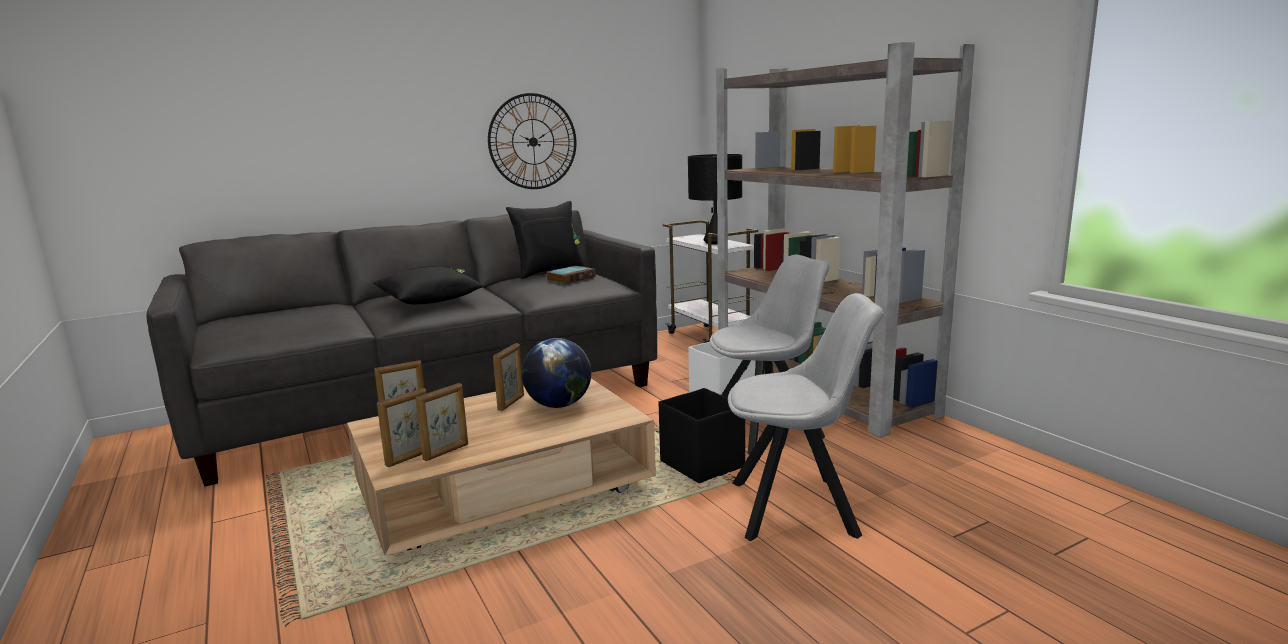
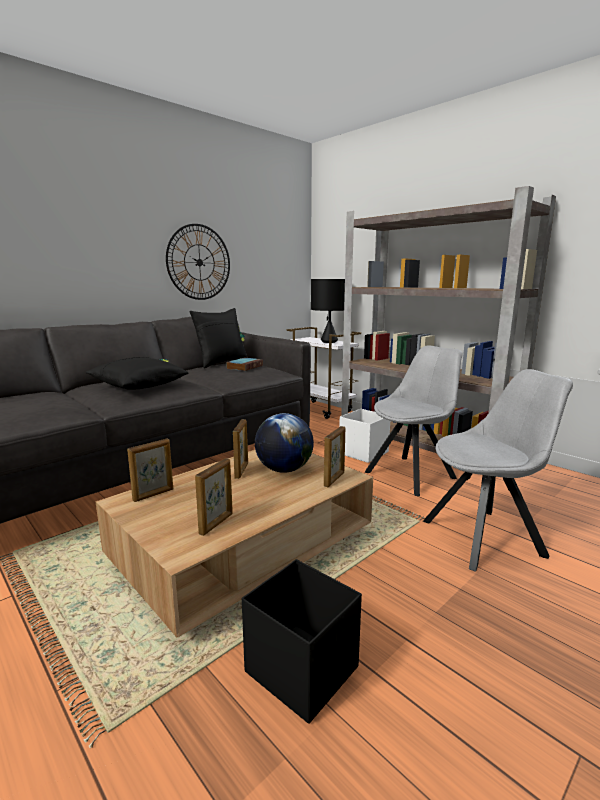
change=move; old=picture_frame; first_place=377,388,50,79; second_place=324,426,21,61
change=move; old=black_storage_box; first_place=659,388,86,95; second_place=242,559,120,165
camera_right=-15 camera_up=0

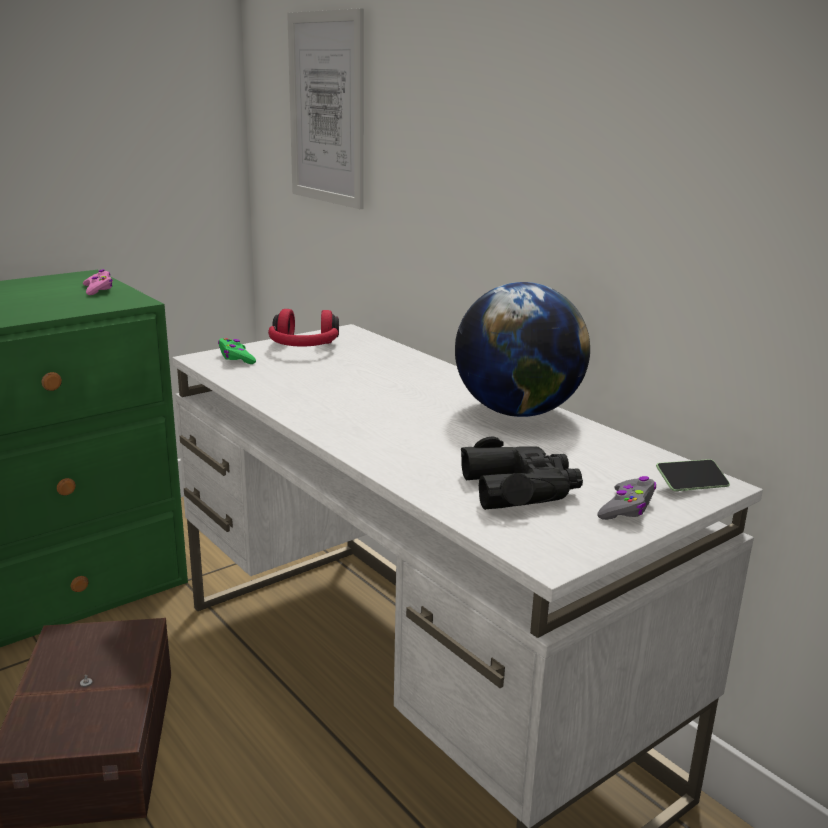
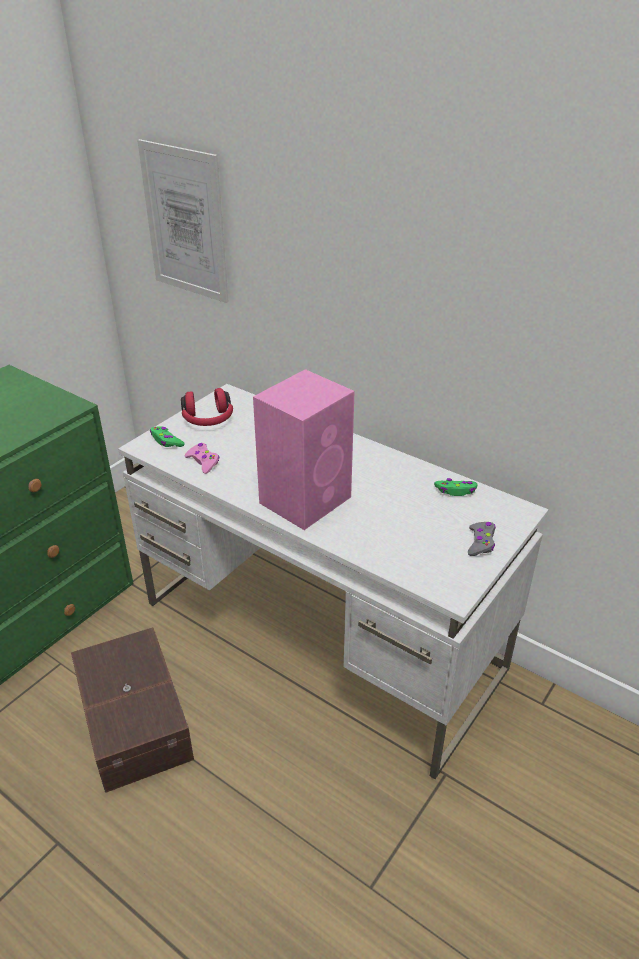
change=delete; old=globe; first_place=455,282,135,135
change=delete; old=black_binoculars; first_place=461,437,122,73
change=delete; old=phone; first_place=656,459,74,32
change=insert; new=pink_speaker; second_place=253,369,102,161
change=insert; new=green_game_controller; second_place=434,478,43,18
change=move; old=pink_game_controller; first_place=83,269,30,26; second_place=184,443,35,31
camera_right=-15 camera_up=15

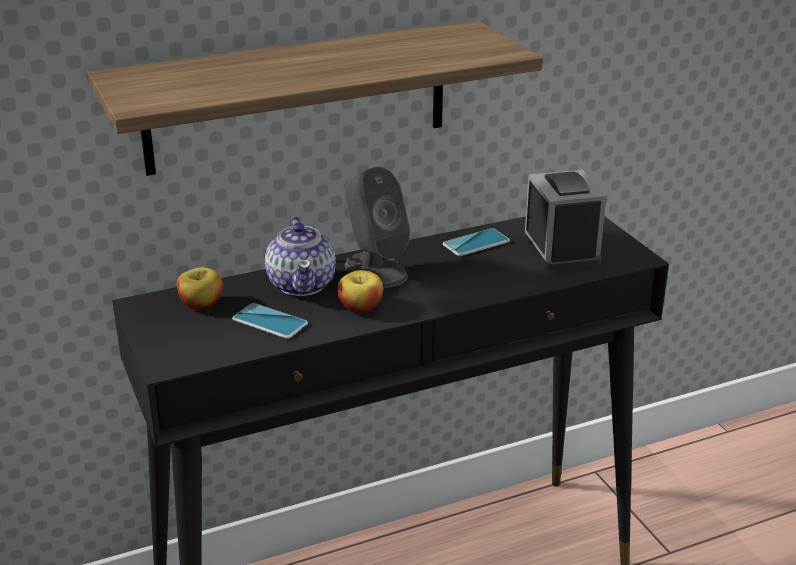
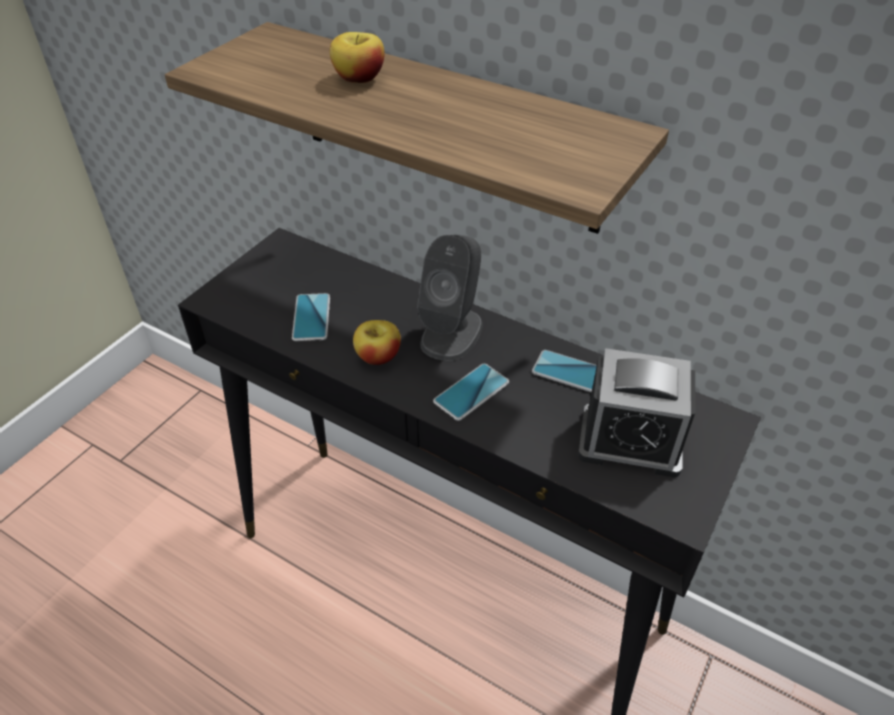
change=delete; old=teapot; first_place=265,217,71,79
change=insert; new=phone; second_place=433,364,76,57
change=move; old=apple; first_place=177,267,46,43; second_place=330,32,55,51
change=rotate; old=alarm_clock; first_place=523,170,84,100; second_place=578,348,118,130; degrees=60
camera_right=55 camera_up=15

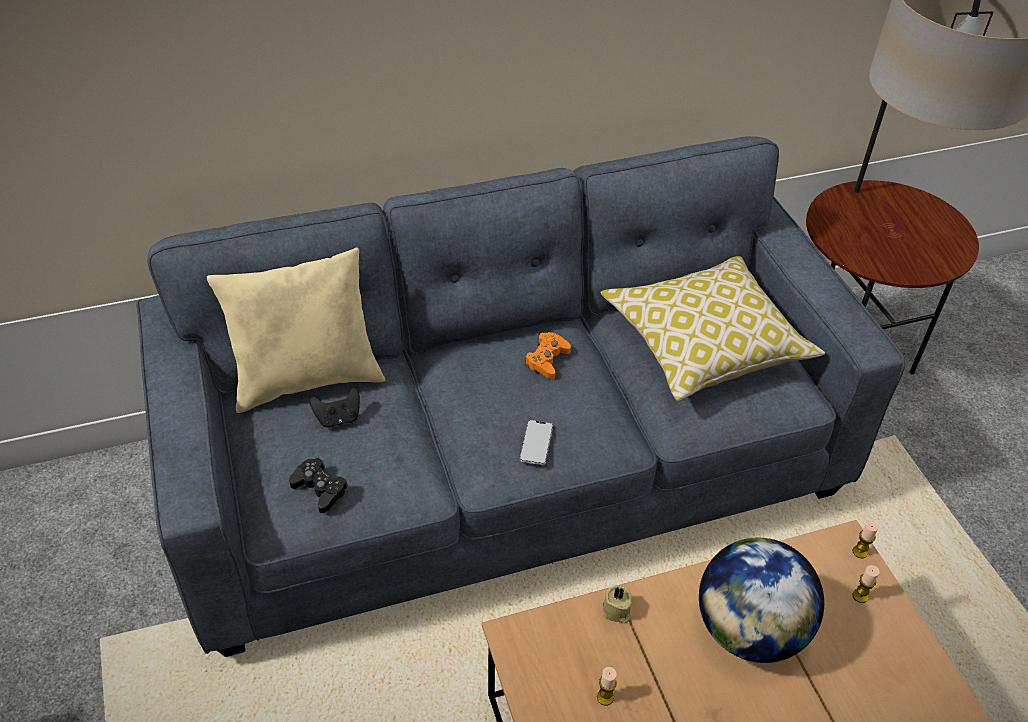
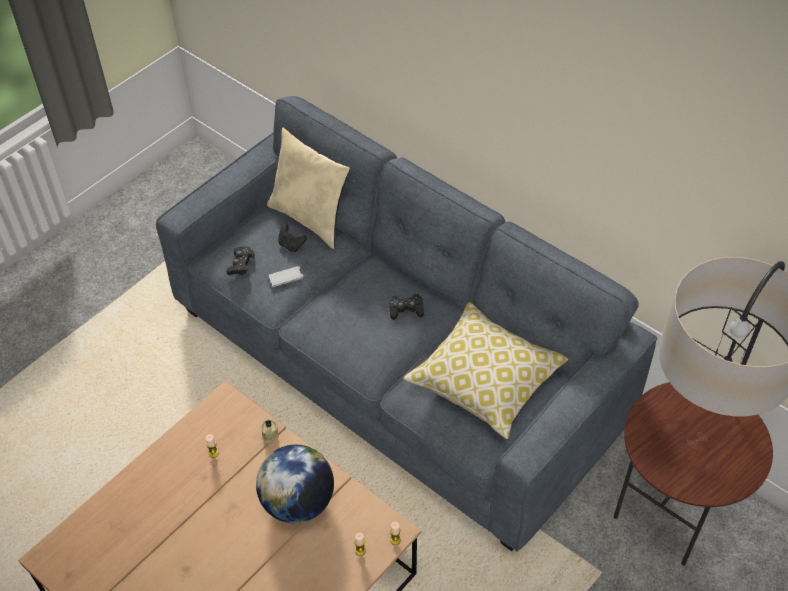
change=move; old=phone; first_place=520,420,33,45; second_place=268,266,36,21
change=recolor; old=orange_game_controller; new=black_game_controller; first_place=525,332,46,48; second_place=389,294,35,26
camera_right=60 camera_up=5

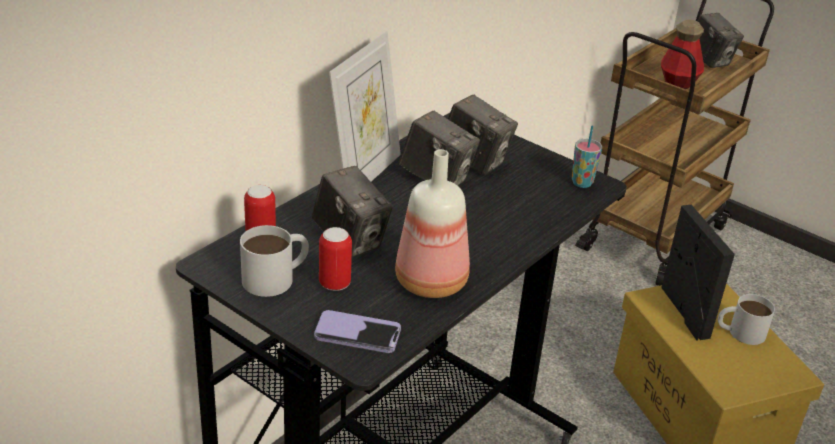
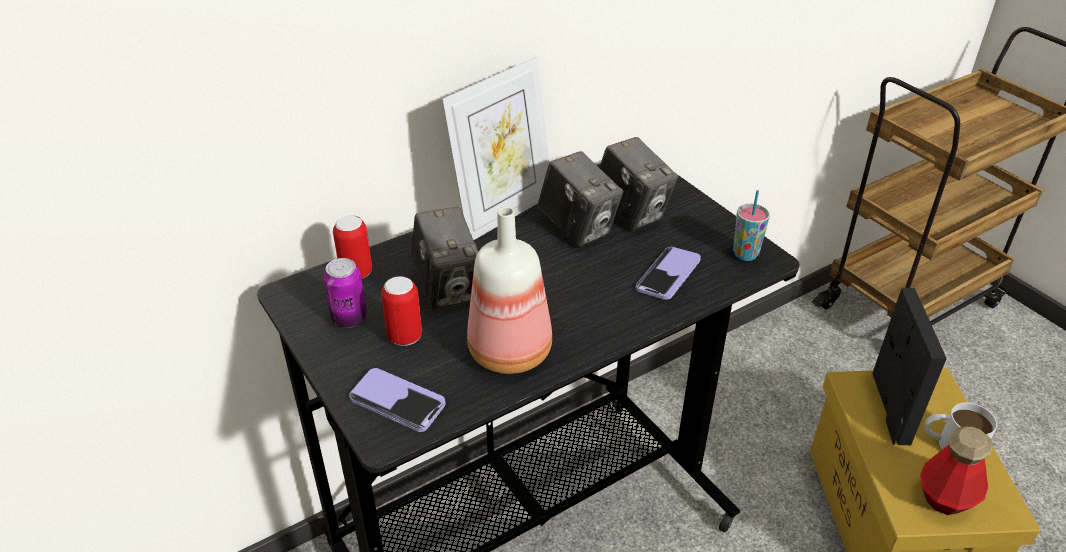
change=delete; old=photo_camera; first_place=697,13,47,55
change=insert; new=phone; second_place=636,247,65,53
change=move; old=bottle; first_place=661,19,43,70; second_place=920,426,73,89
change=replace; old=white_mug; new=can; first_place=240,225,69,72; second_place=323,258,44,70
camera_right=20 camera_up=5

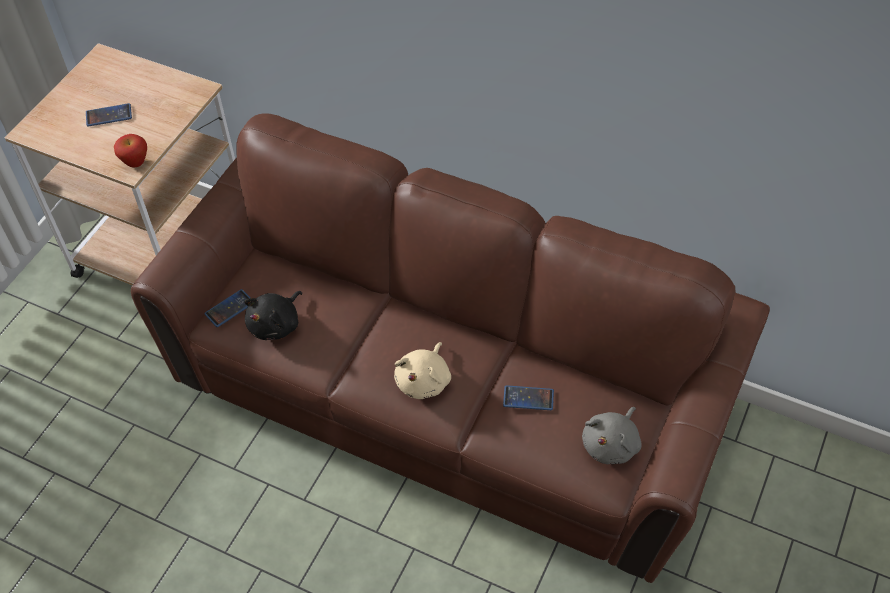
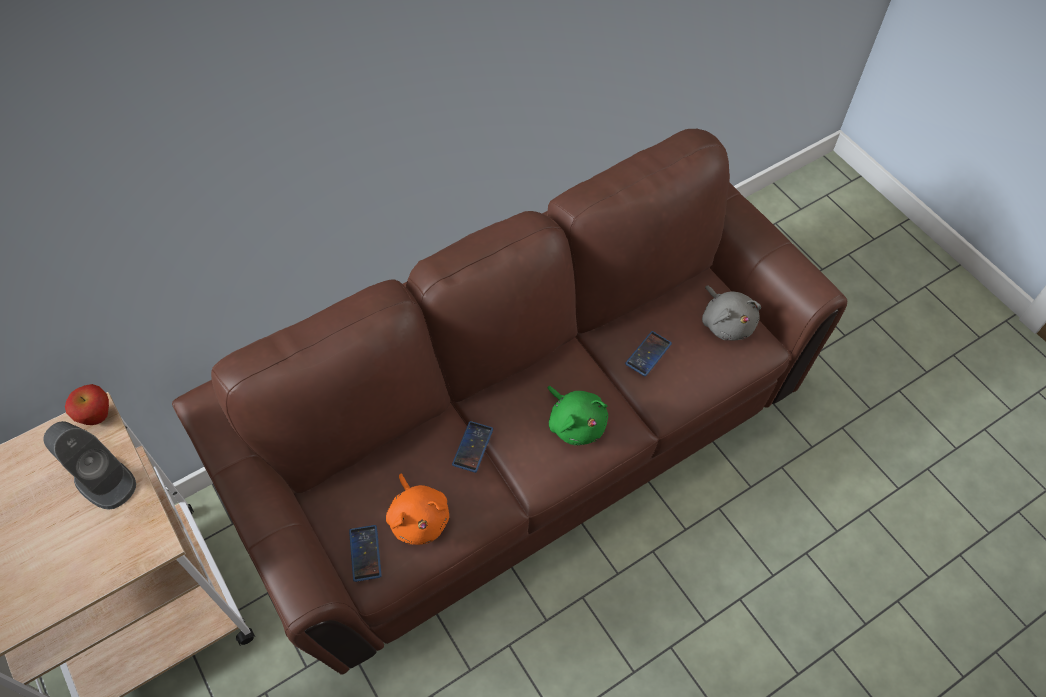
change=insert; new=grey_speaker; second_place=43,421,93,88
change=move; old=phone; first_place=86,103,46,24; second_place=452,421,41,52
change=move; old=apple; first_place=114,134,33,33; second_place=65,384,44,41
change=recolor; old=black_plush_toy; new=orange_plush_toy; first_place=244,291,58,49; second_place=386,473,63,72
change=recolor; old=beige_plush_toy; new=green_plush_toy; first_place=394,342,57,57; second_place=547,386,61,60
camera_right=-60 camera_up=5

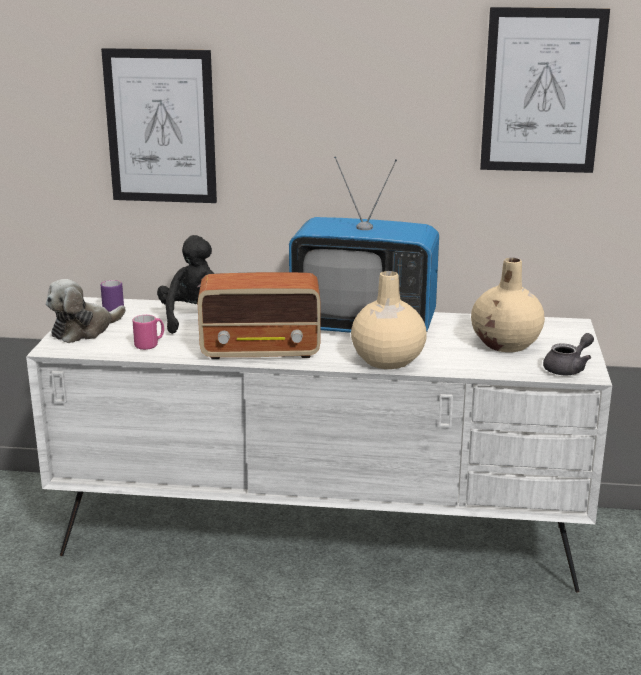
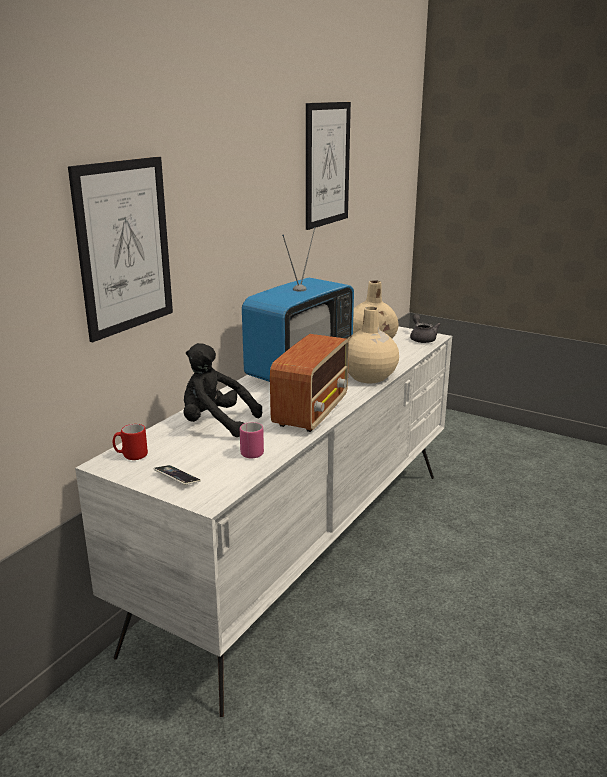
change=replace; old=plush_toy; new=phone; first_place=46,279,80,64; second_place=154,465,47,20
change=recolor; old=purple_mug; new=red_mug; first_place=101,280,23,32; second_place=113,424,35,36
camera_right=-65 camera_up=0

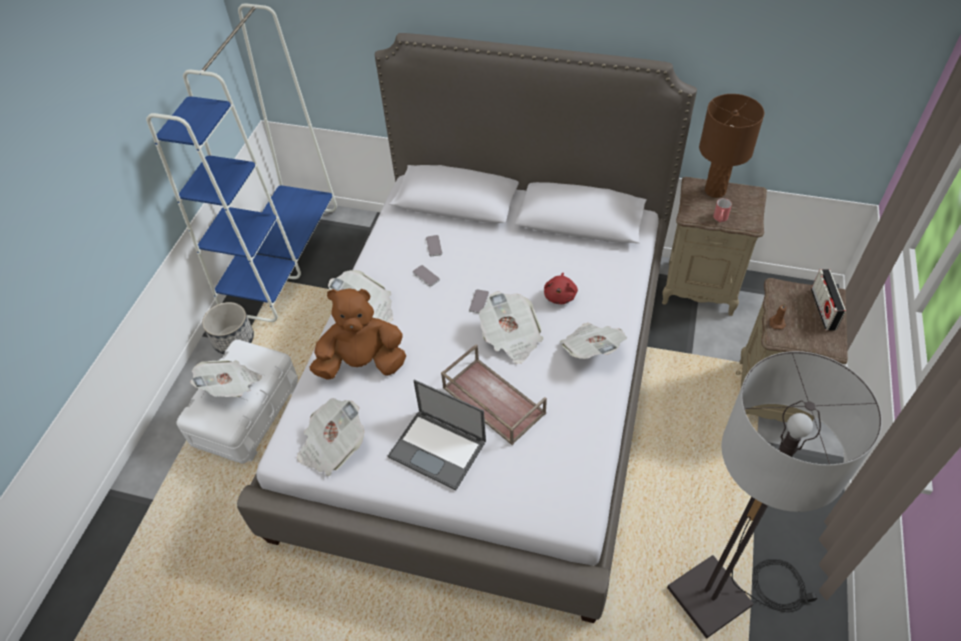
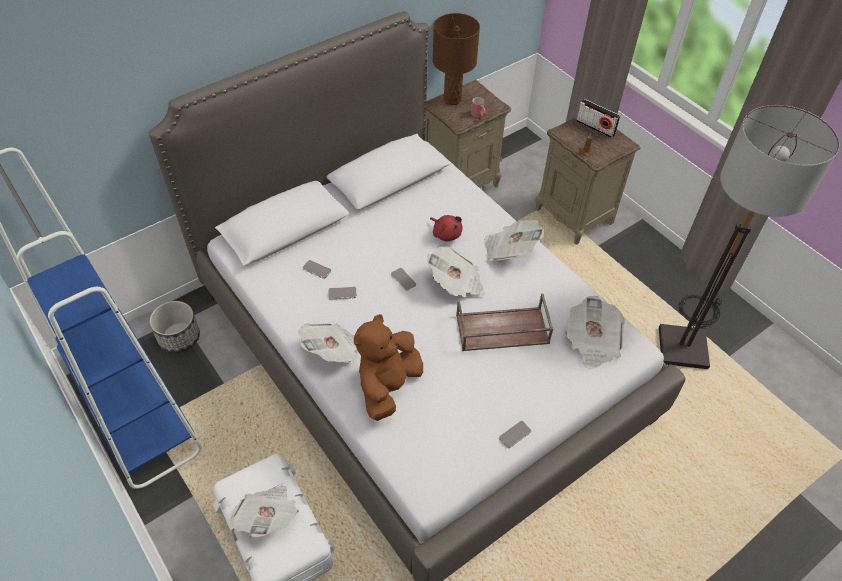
change=delete; old=laptop; first_place=388,380,98,110
change=insert; new=phone; second_place=499,421,32,27
change=move; old=planter; first_place=202,302,52,52; second_place=149,301,51,52
change=move; old=newspaper; first_place=297,398,67,78; second_place=565,296,60,73
camera_right=-55 camera_up=0

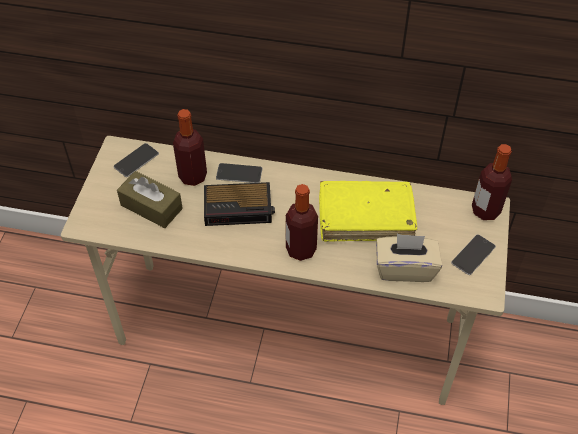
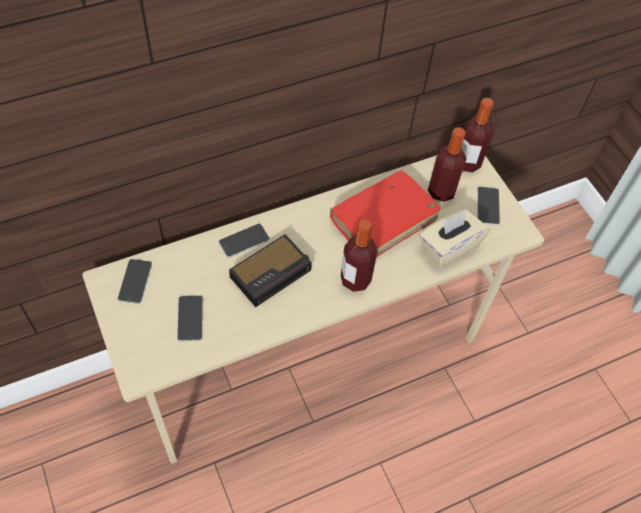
change=move; old=bottle; first_place=173,109,34,77; second_place=428,127,39,75
change=replace; old=brown_tissue_box; new=phone; first_place=117,171,66,57; second_place=177,295,26,46
change=recolor; old=yellow_book; new=red_book; first_place=319,181,98,61; second_place=330,170,111,87
camera_right=-40 camera_up=5

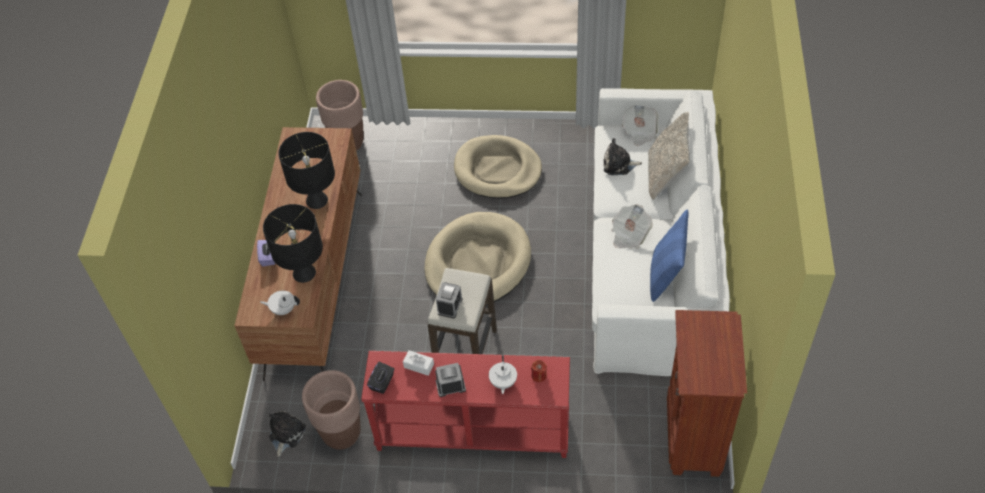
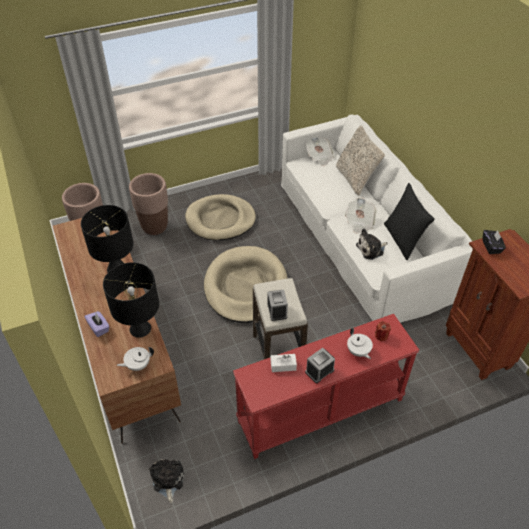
change=move; old=brown_planter; first_place=302,370,59,80; second_place=129,173,39,62
change=move; old=black_tissue_box; first_place=367,361,27,33; second_place=483,230,23,24
change=move; old=plush_toy; first_place=603,138,39,37; second_place=356,229,32,31
change=recolor; old=blue_pillow; new=black_pillow; first_place=650,210,38,92; second_place=384,183,51,77
camera_right=-30 camera_up=-5

